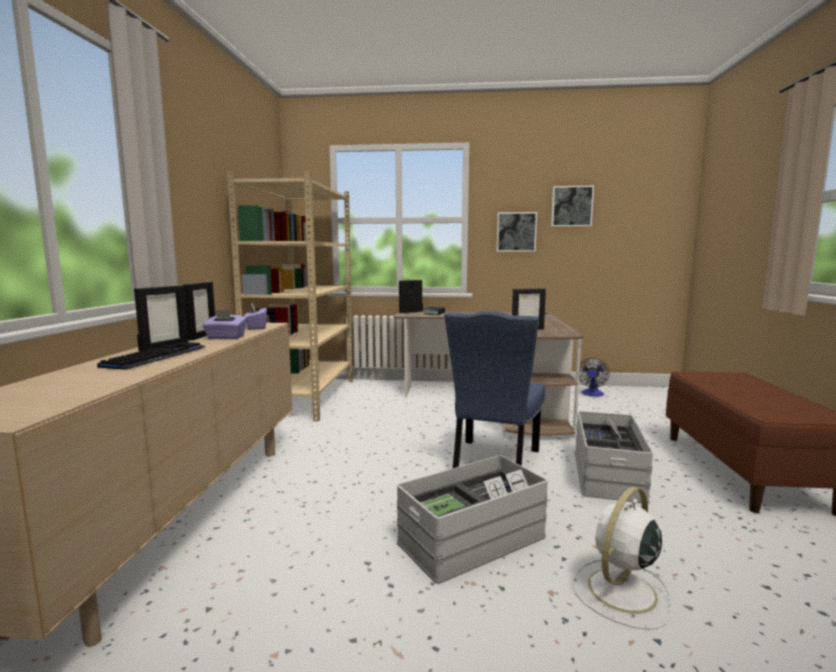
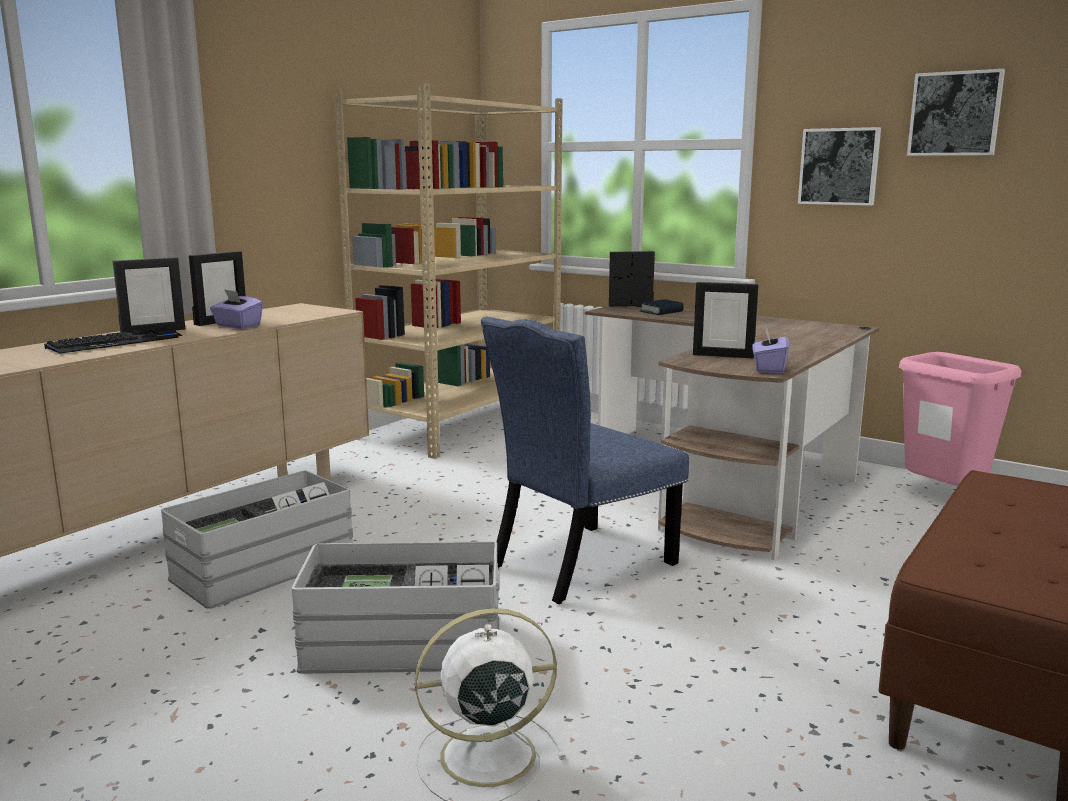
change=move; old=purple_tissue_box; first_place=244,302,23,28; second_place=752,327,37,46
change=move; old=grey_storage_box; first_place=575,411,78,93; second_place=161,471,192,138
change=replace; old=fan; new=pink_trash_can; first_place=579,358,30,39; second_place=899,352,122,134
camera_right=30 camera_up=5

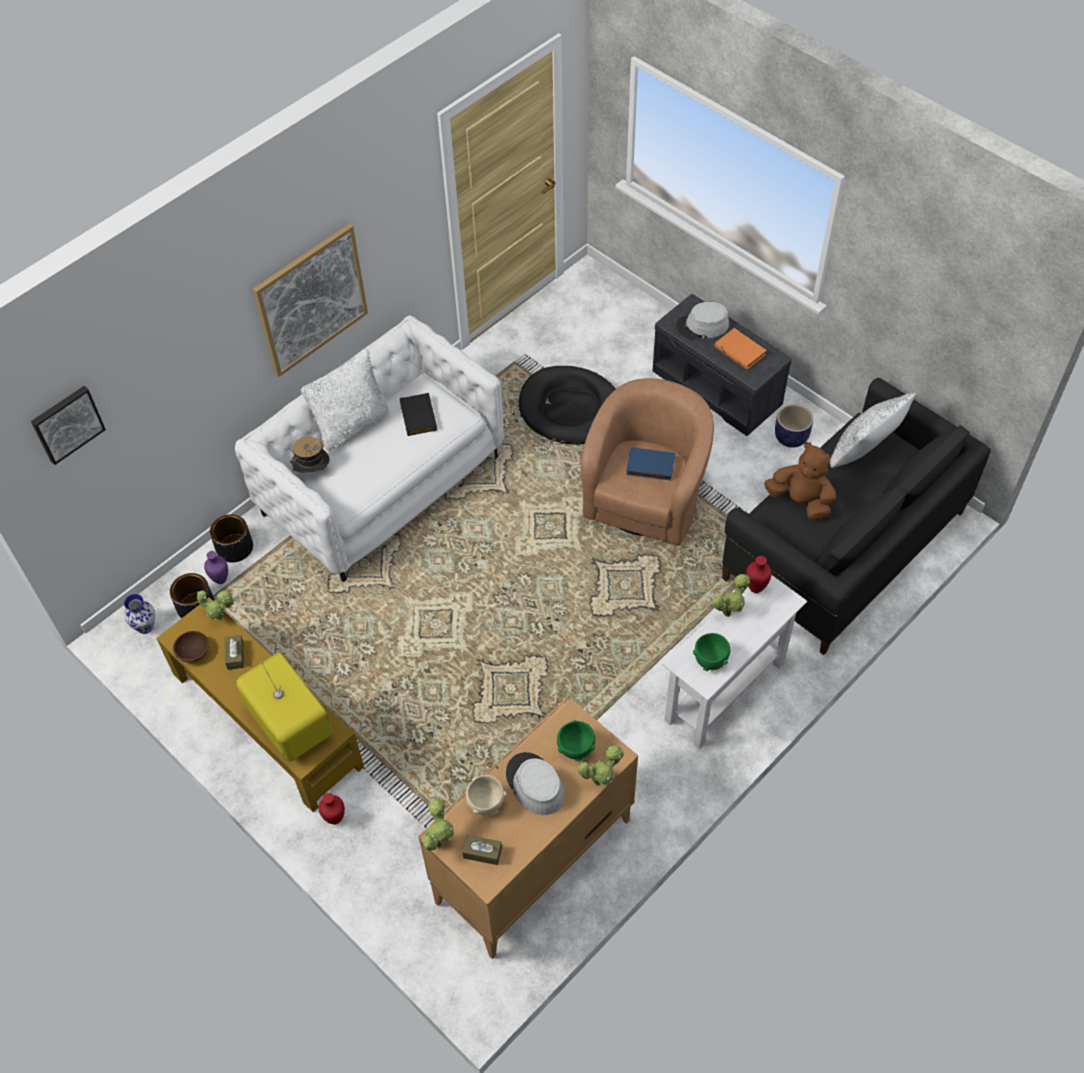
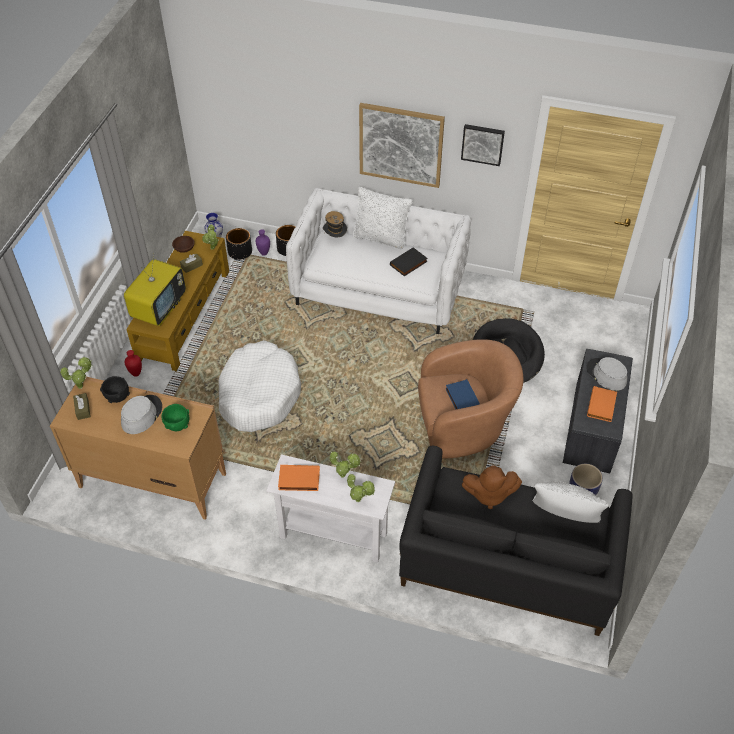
change=delete; old=red_vase; first_place=746,556,26,37
change=insert; new=white_dog_bed; second_place=219,340,82,92
change=move; old=picture; first_place=31,386,75,79; second_place=461,124,44,42
change=move; old=potted_plant; first_place=578,745,46,41; second_place=347,474,28,28
change=replace; old=green_bowl; new=orange_book; first_place=693,633,37,38; second_place=278,465,42,26
change=recolor; old=beige_bowl; new=black_bowl; first_place=466,775,40,40; second_place=100,376,30,27
change=rotate; old=brown_plush_toy; first_place=764,442,72,79; second_place=462,465,60,44; degrees=90
camera_right=60 camera_up=-5

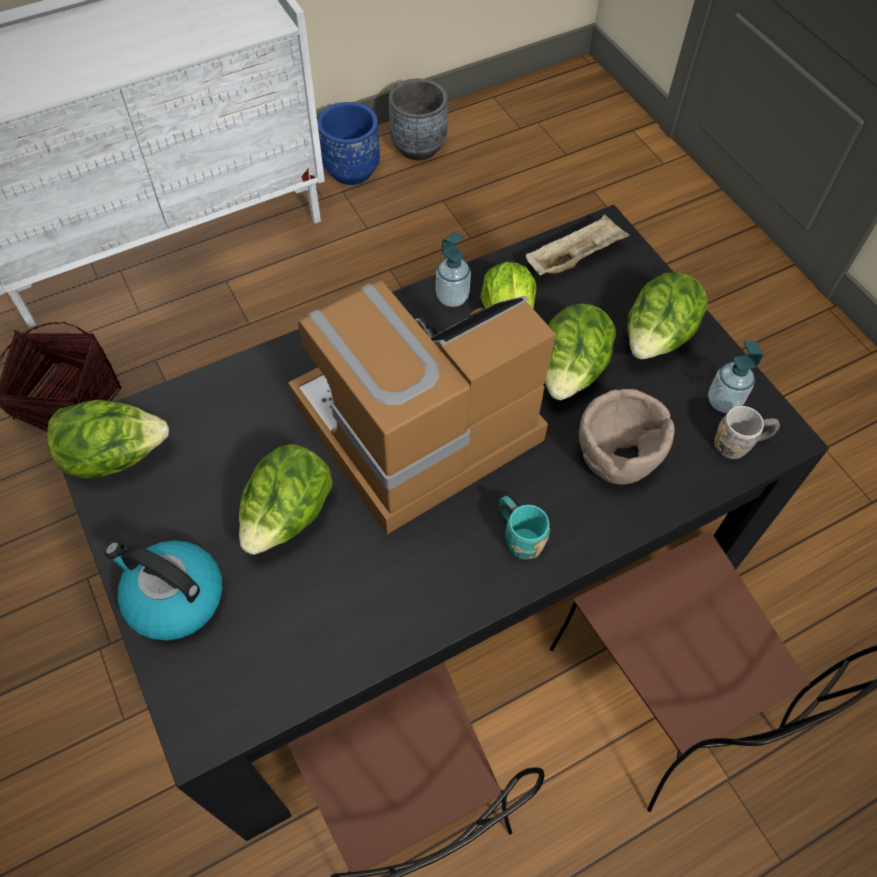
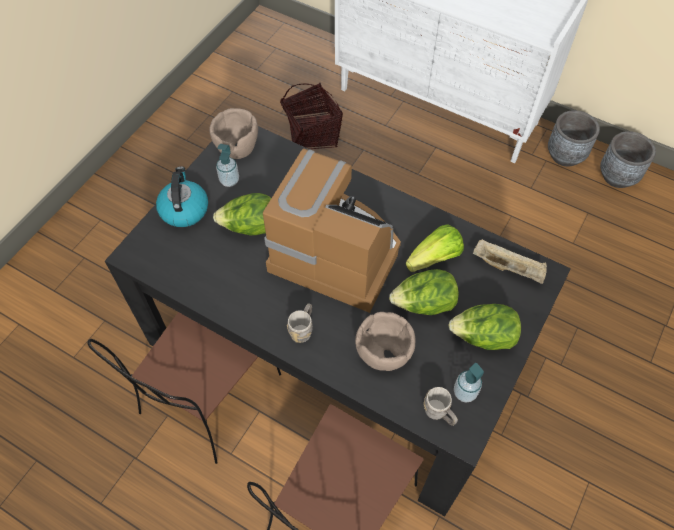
change=move; old=soap_dispenser; first_place=436,232,35,75; second_place=216,144,23,43
change=replace; old=lettuce; new=brown_bowl; first_place=47,400,122,79; second_place=209,108,49,51
change=recolor; old=blue_planter; new=grey_planter; first_place=317,102,63,83; second_place=548,110,52,57
change=recolor; old=turquoise_mug; new=grey_mug; first_place=499,496,51,63; second_place=287,303,26,40
camera_right=60 camera_up=0

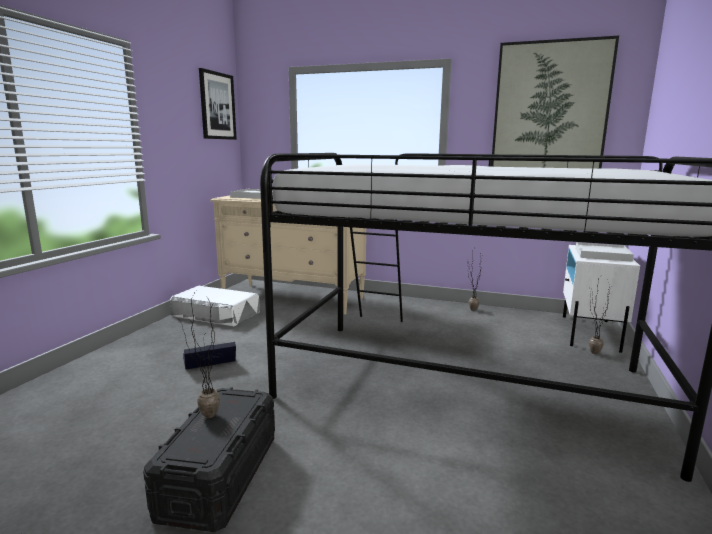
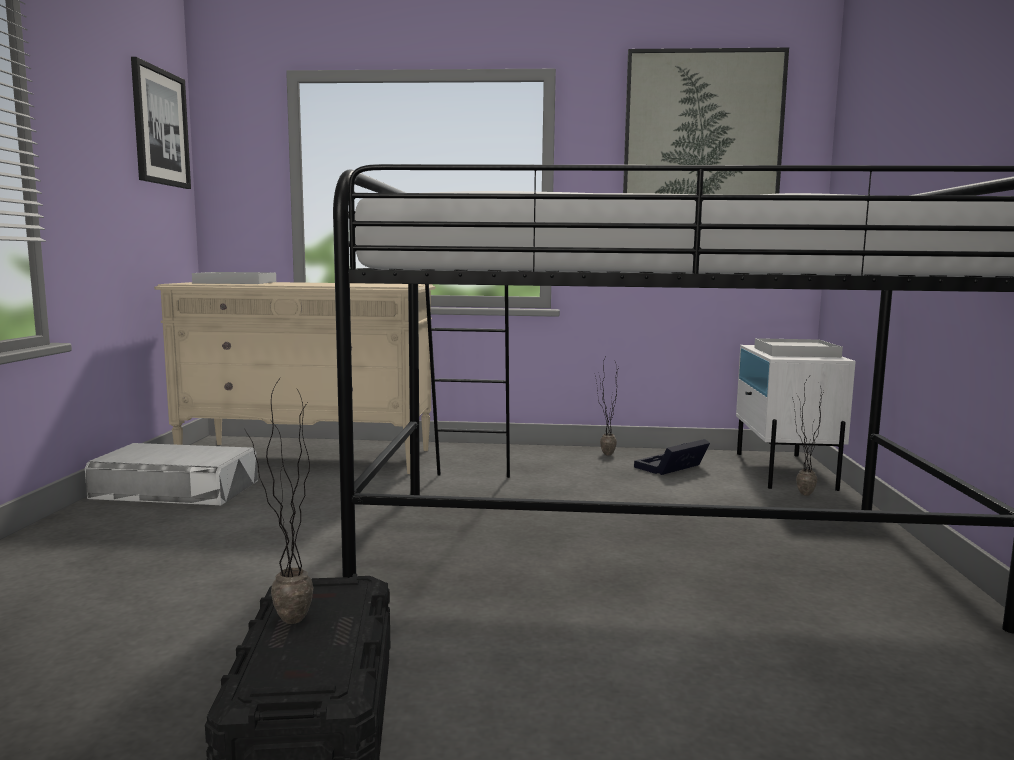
change=move; old=black_storage_box; first_place=183,342,53,27; second_place=634,439,76,36
camera_right=-15 camera_up=-5

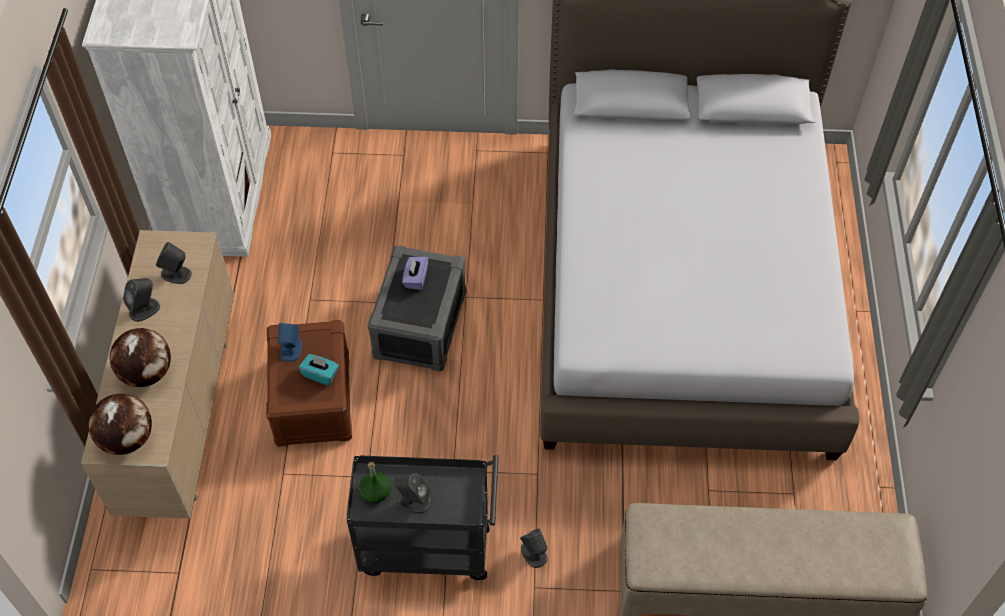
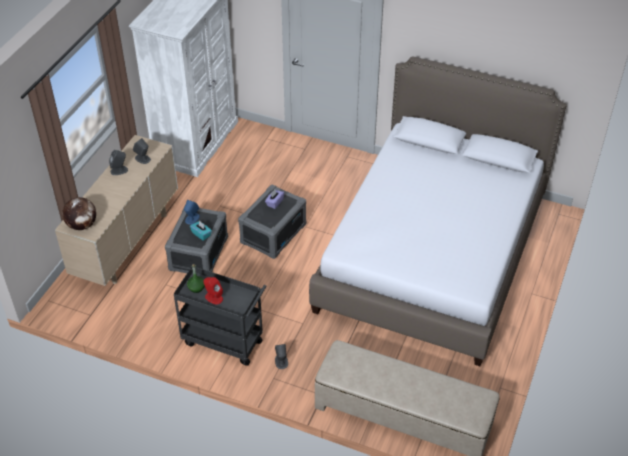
change=delete; old=globe; first_place=110,328,61,59
change=recolor; old=brown_storage_box; new=grey_storage_box; first_place=266,320,86,127; second_place=165,208,63,65
change=recolor; old=grey_speaker; new=red_speaker; first_place=394,473,37,40; second_place=204,277,19,28
camera_right=20 camera_up=-10

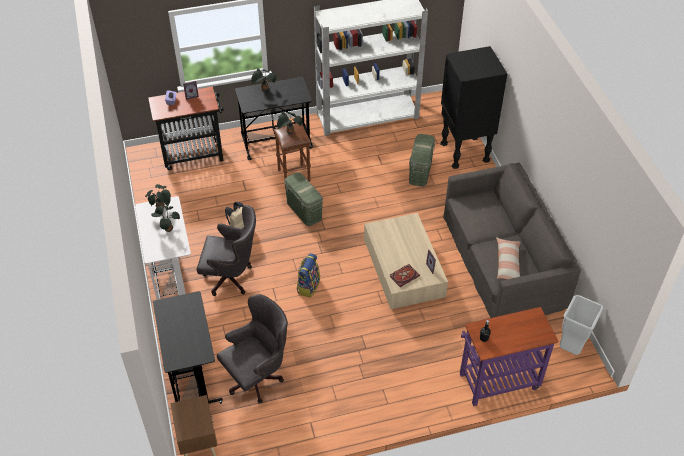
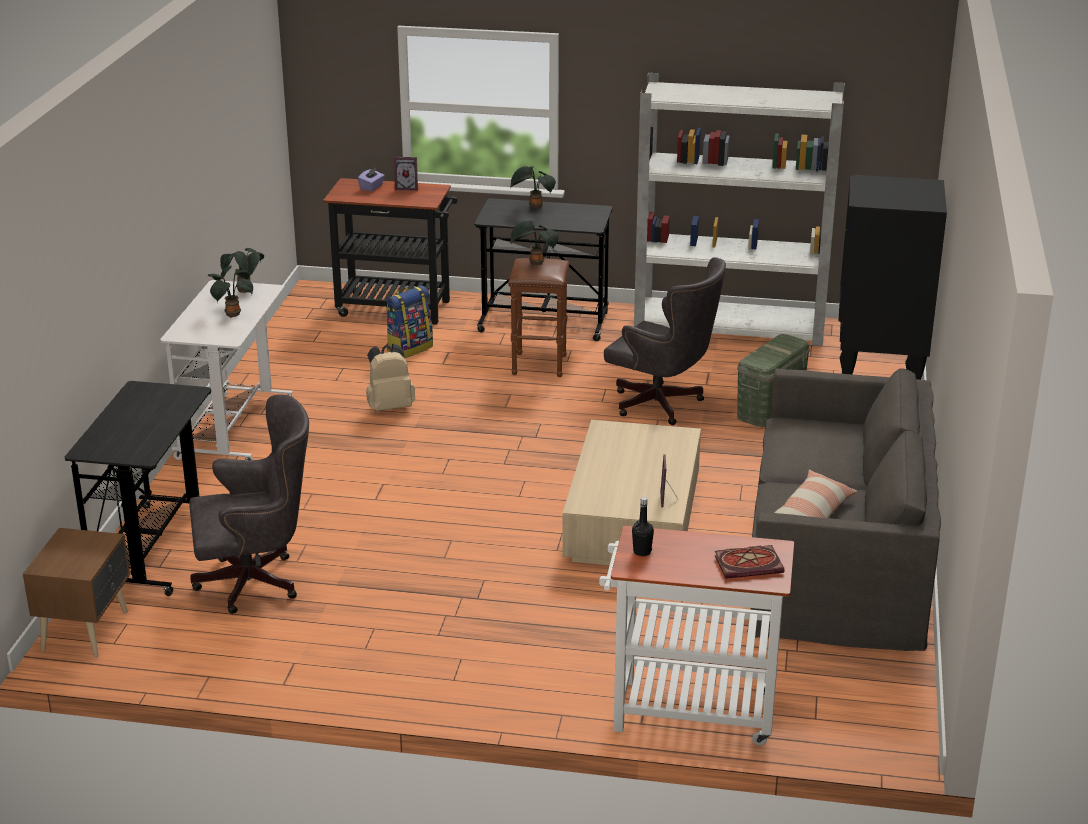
change=delete; old=green_storage_box; first_place=284,172,39,54
change=delete; old=grey_trash_can; first_place=560,295,44,60
change=move; old=grey_office_chair; first_place=197,205,59,91; second_place=604,257,122,168
change=move; old=backpack; first_place=297,253,23,45; second_place=386,286,47,72
change=move; old=book; first_place=390,264,30,23; second_place=714,545,70,34
change=recolor; old=purple_cart; new=white_cart; first_place=460,307,98,99; second_place=599,526,195,219
camera_right=25 camera_up=-20

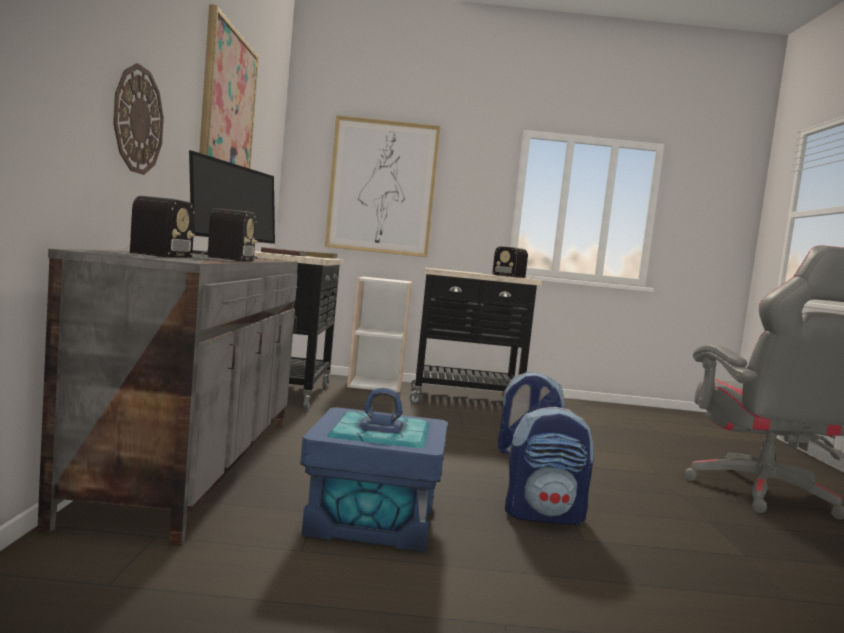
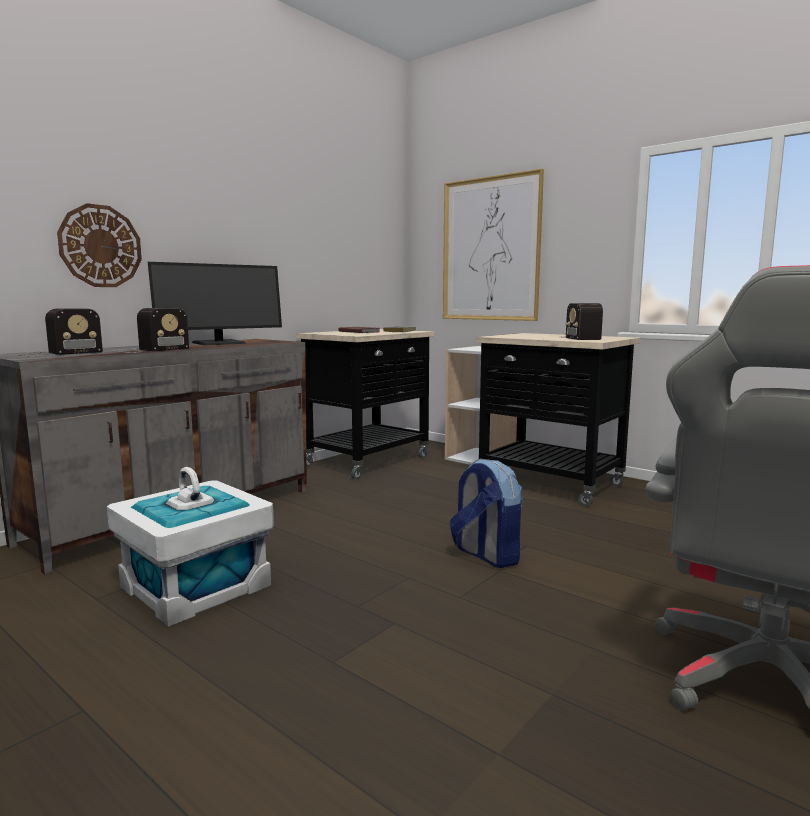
change=delete; old=picture; first_place=199,4,60,165
change=delete; old=backpack; first_place=505,407,89,118
change=recolor; old=blue_storage_box; new=white_storage_box; first_place=300,388,148,164; second_place=107,467,167,160
camera_right=40 camera_up=5

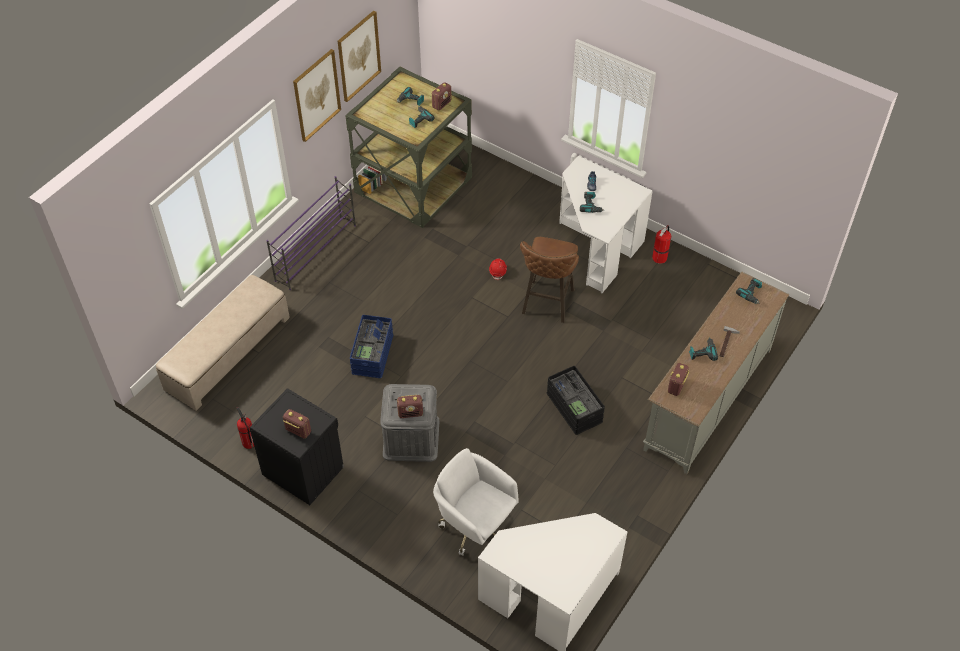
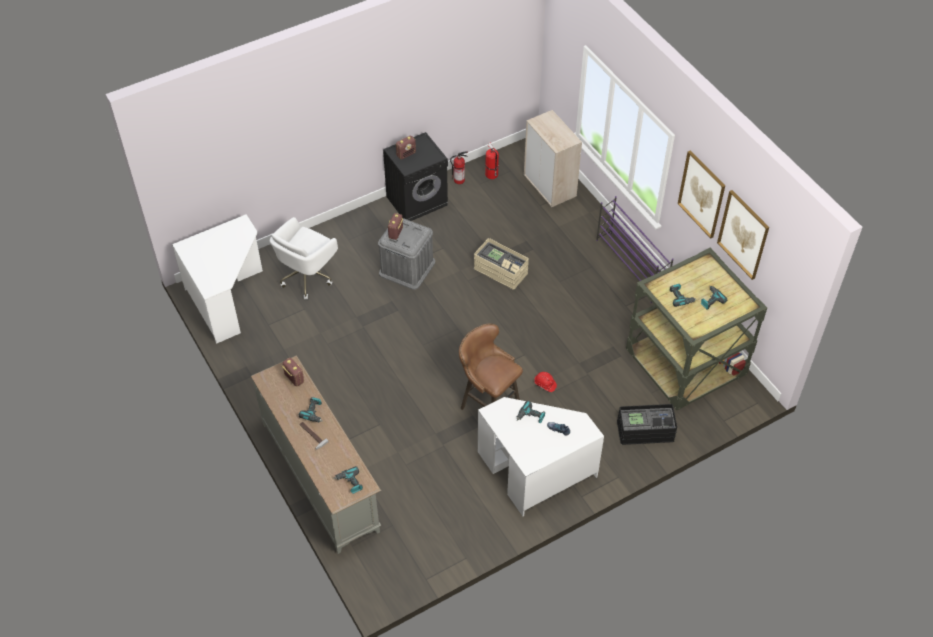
change=delete; old=radio; first_place=432,82,20,28
change=move; old=black_storage_box; first_place=547,366,58,69; second_place=617,404,60,41
change=move; old=fire_extinguisher; first_place=652,225,19,39; second_place=485,143,14,36
change=replace; old=beige_bench; new=beige_cabinet; first_place=156,275,134,136; second_place=524,110,58,97
change=recolor; old=blue_storage_box; new=beige_storage_box; first_place=350,315,43,63; second_place=474,238,55,52
change=rotate; old=white_office_chair; first_place=433,448,86,107; second_place=270,217,68,82; degrees=150
camera_right=115 camera_up=0

